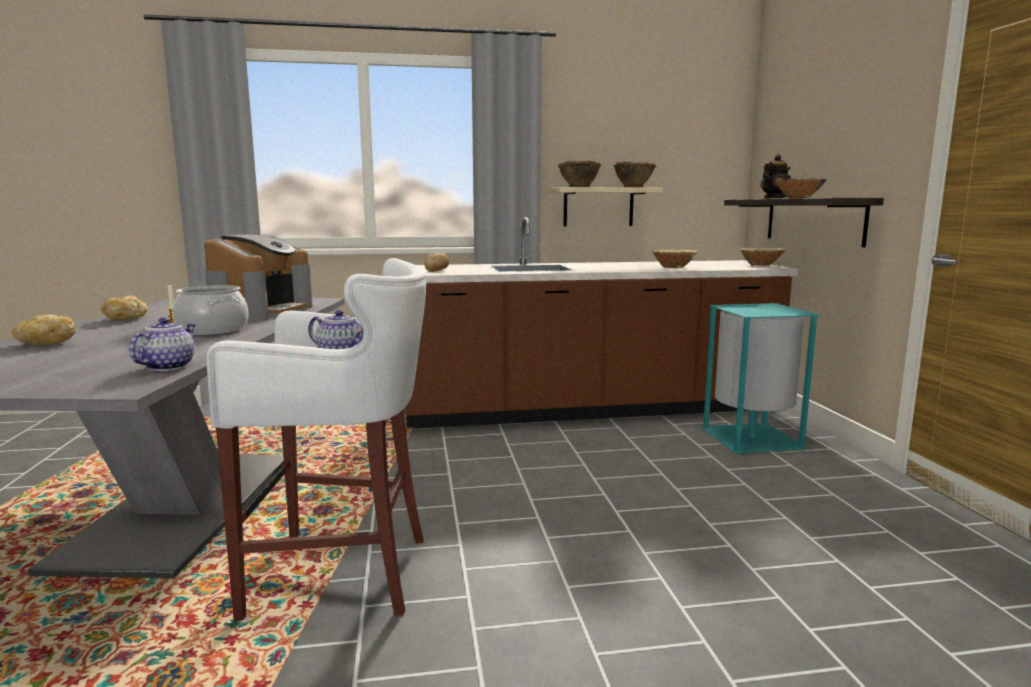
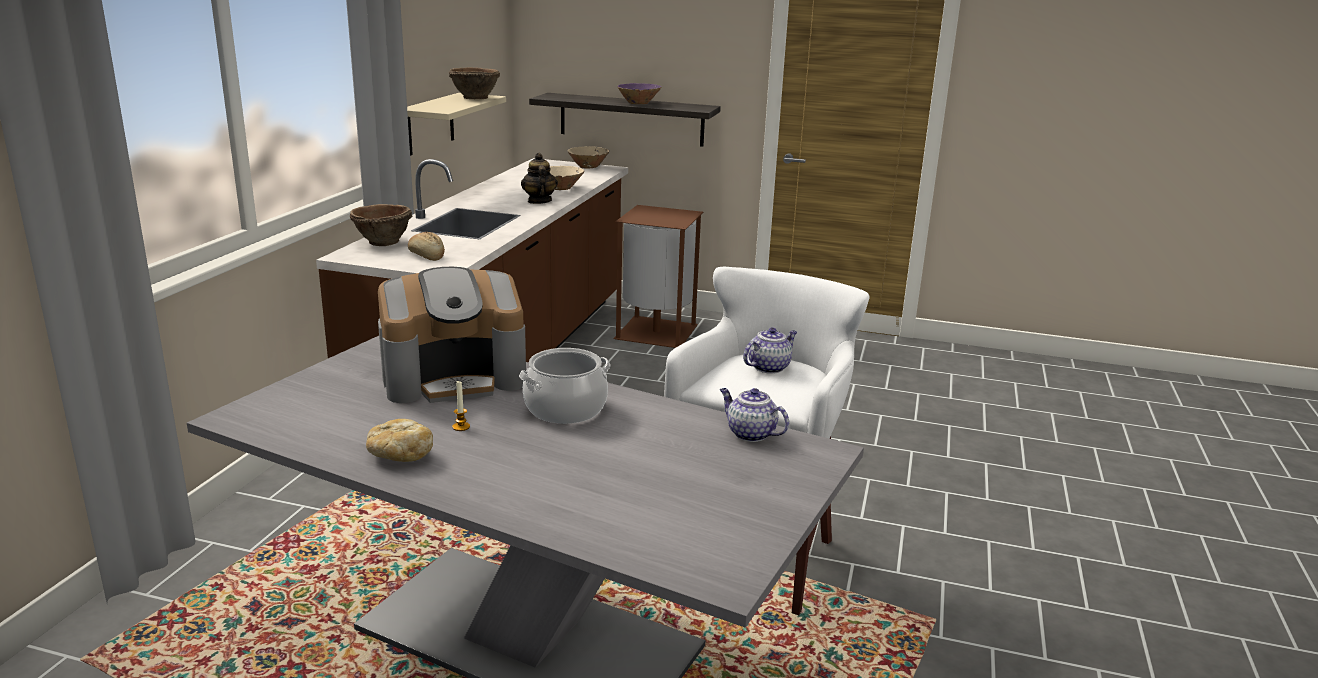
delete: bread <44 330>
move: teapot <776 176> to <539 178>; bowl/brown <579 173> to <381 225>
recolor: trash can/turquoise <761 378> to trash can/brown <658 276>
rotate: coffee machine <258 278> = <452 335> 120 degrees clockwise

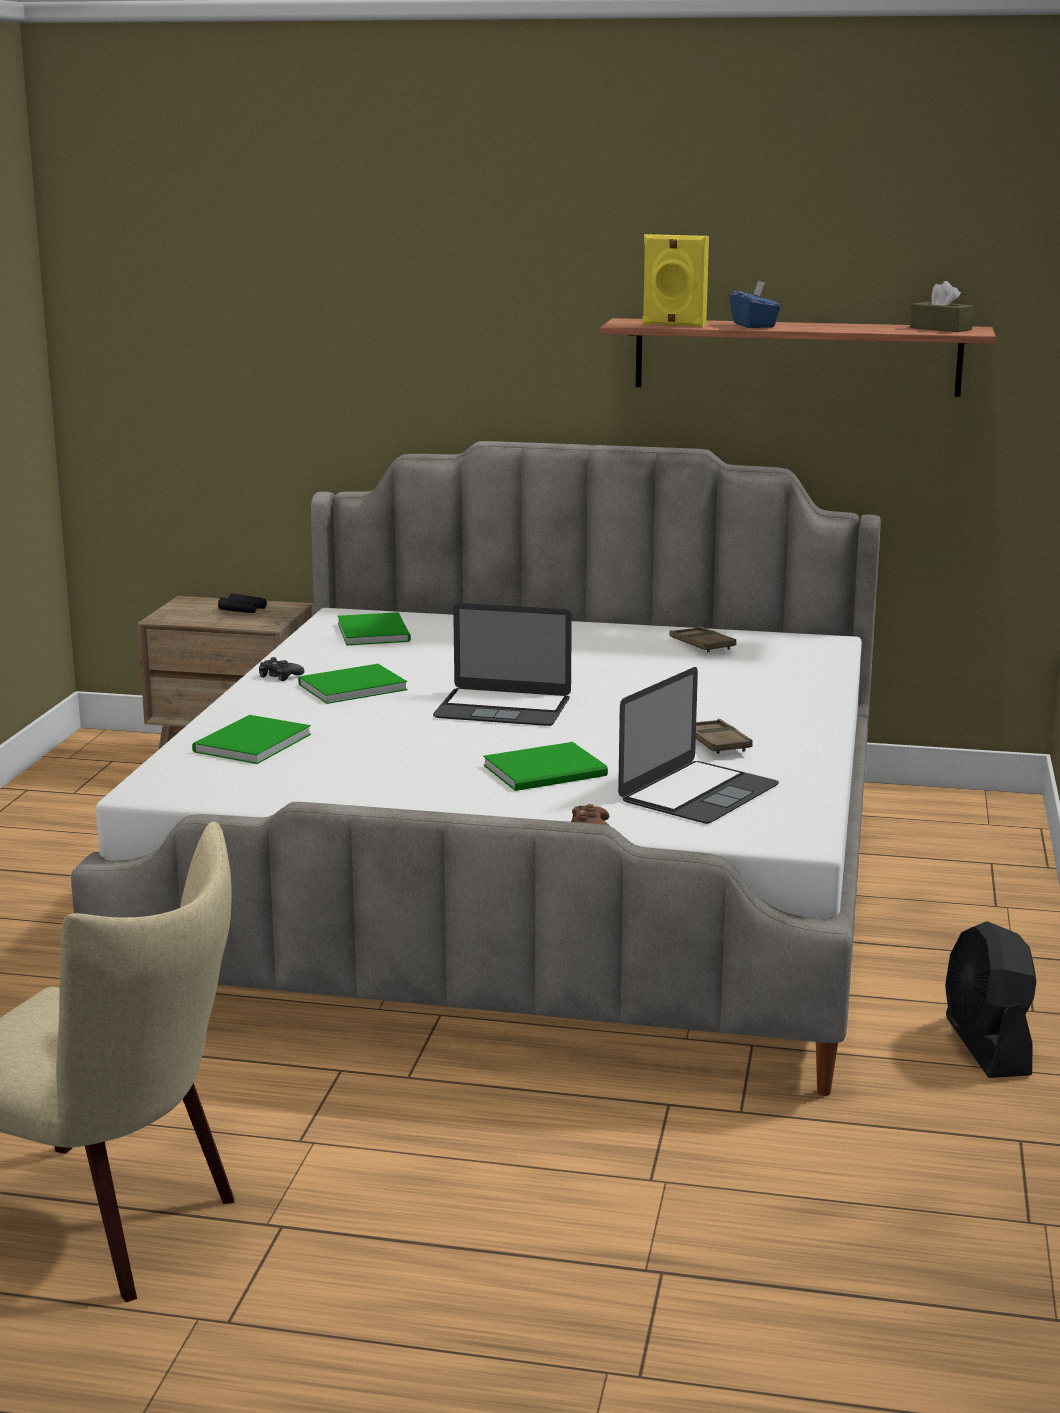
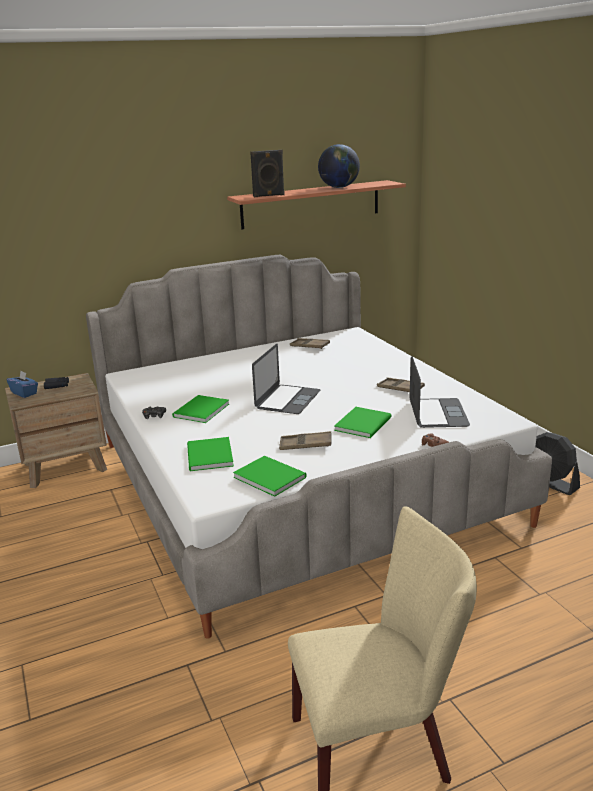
delete: tissue box/brown <942 306>
insert: globe <339 166>; tray/brown <305 440>
move: tissue box/blue <755 304> to <22 384>; book/green <374 629> to <270 476>
recolor: speaker/yellow <675 280> to speaker/black <267 173>
rotate: laptop <502 664> = <286 379> 45 degrees counterclockwise

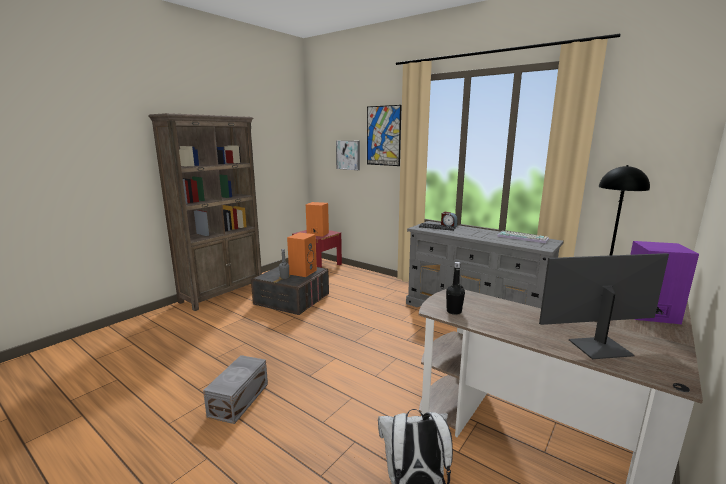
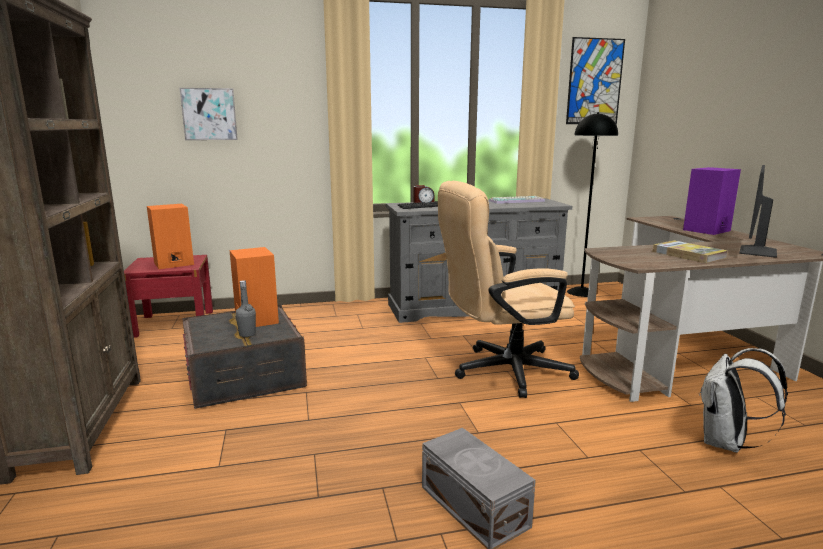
delete: bottle/black <455 288>
insert: office chair/beige <508 289>; book <690 251>
move: picture <384 135> to <595 80>

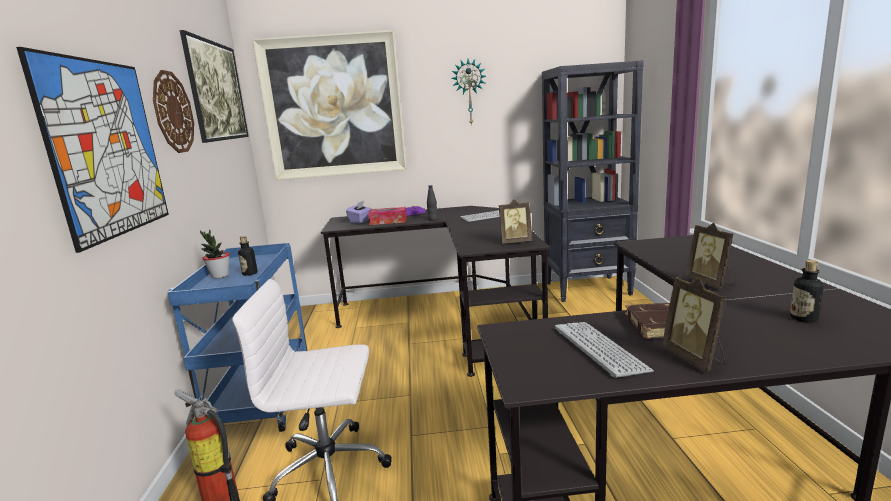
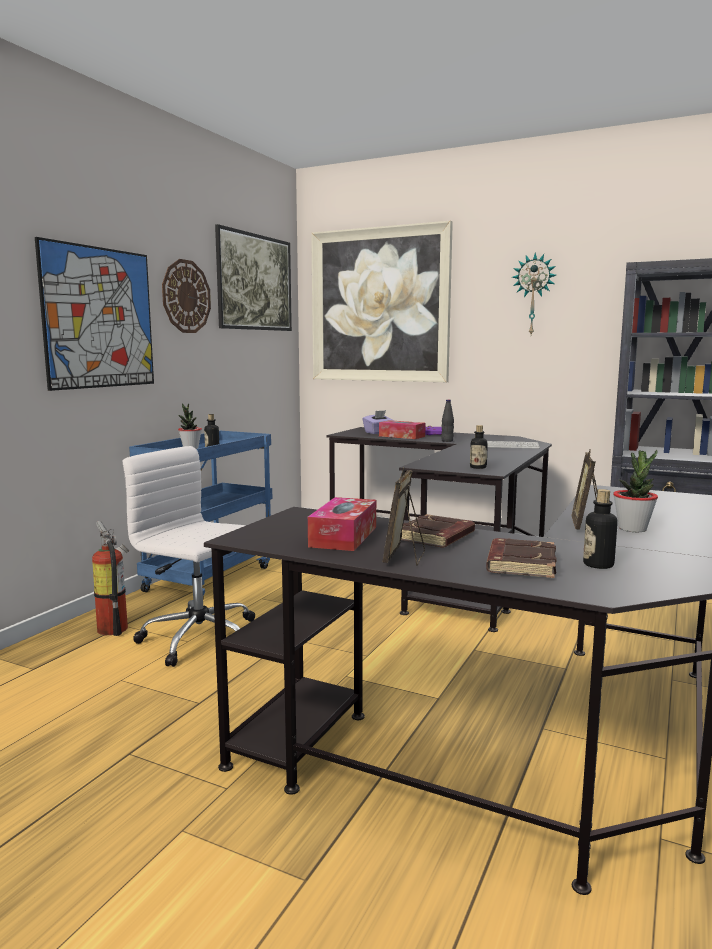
insert: potted plant <635 491>; book/brown <521 558>
replace: picture frame <515 221> to bottle <479 447>; keyboard <604 350> to tissue box <342 524>

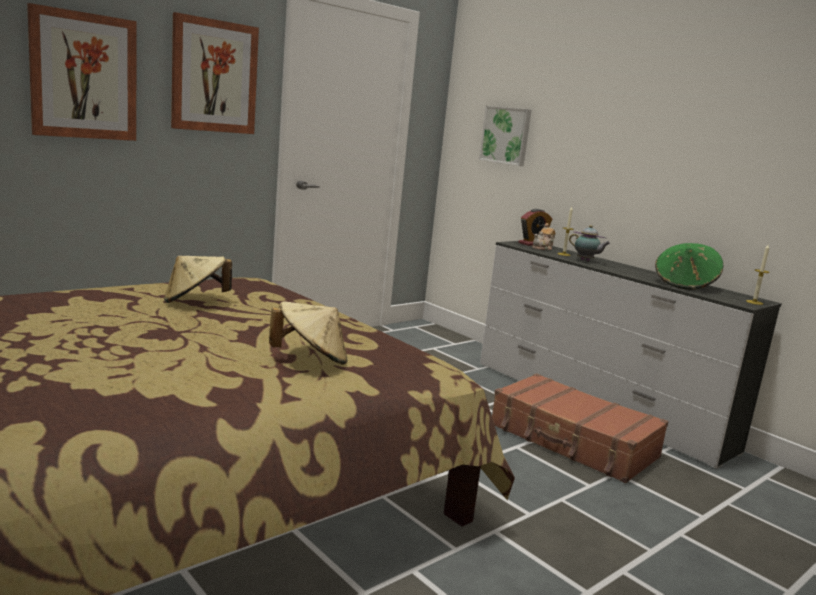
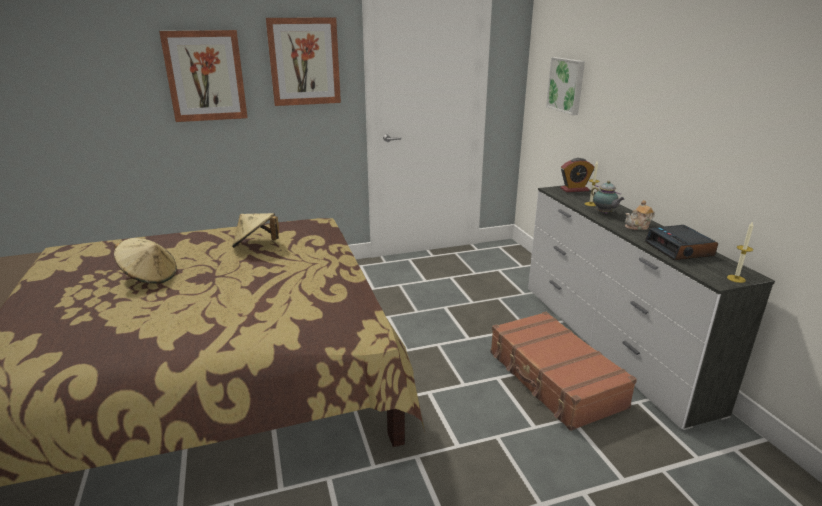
move: teapot <544 236> to <640 215>; hat/beige <308 333> to <145 261>
replace: hat/green <689 266> to alarm clock <681 242>

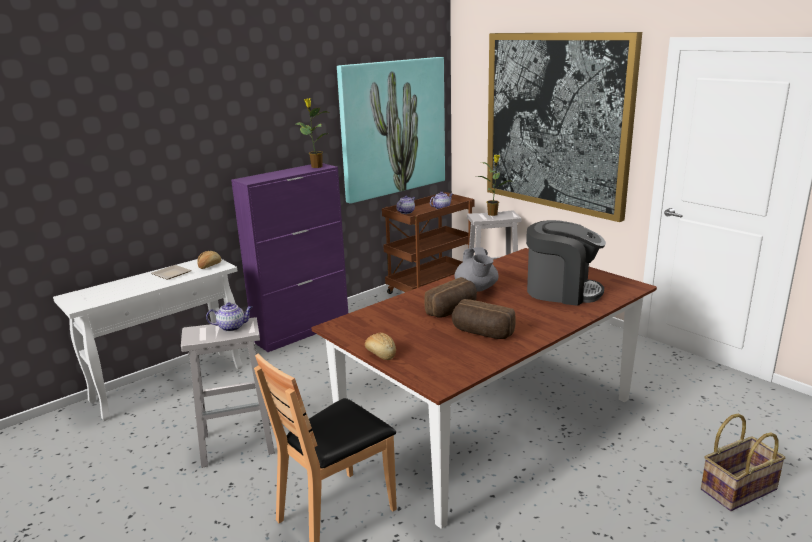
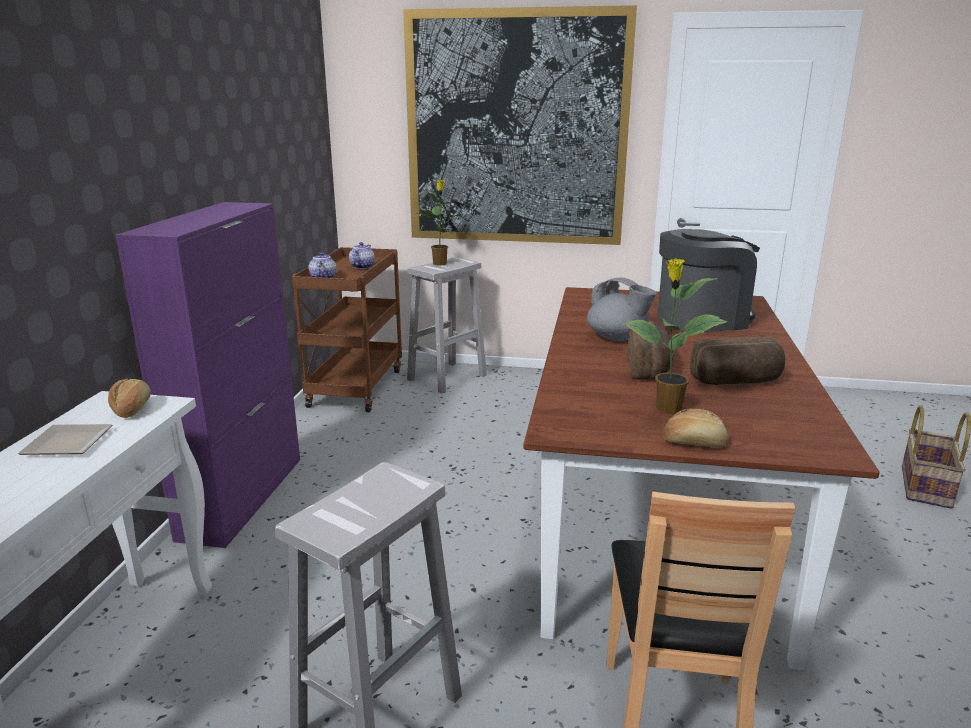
delete: picture <391 130>; teapot <229 317>
move: potted plant <313 133> to <674 336>

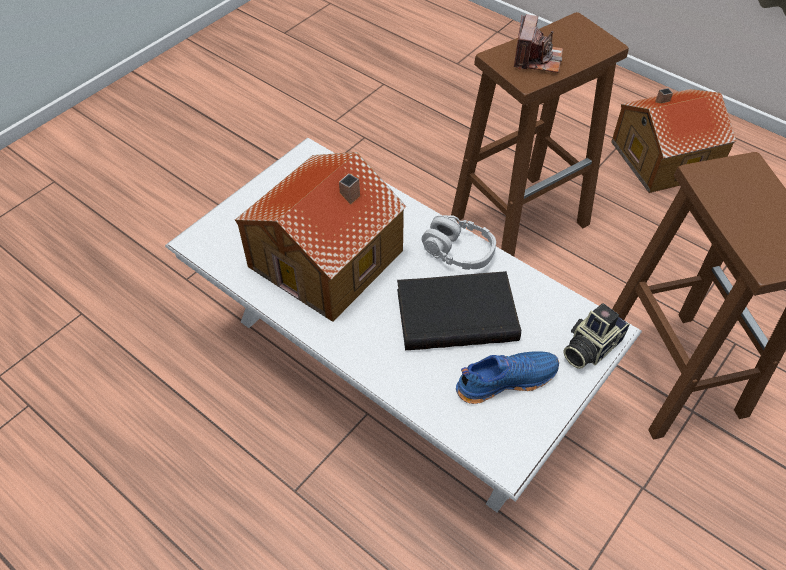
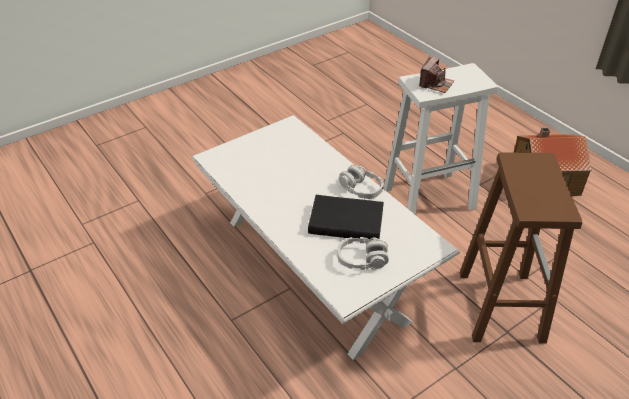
delete: toy house <321 237>; photo camera <596 336>
replace: shoe/blue <507 377> to headphones/grey <363 253>
recolor: stool/brown <540 134> to stool/white <441 139>

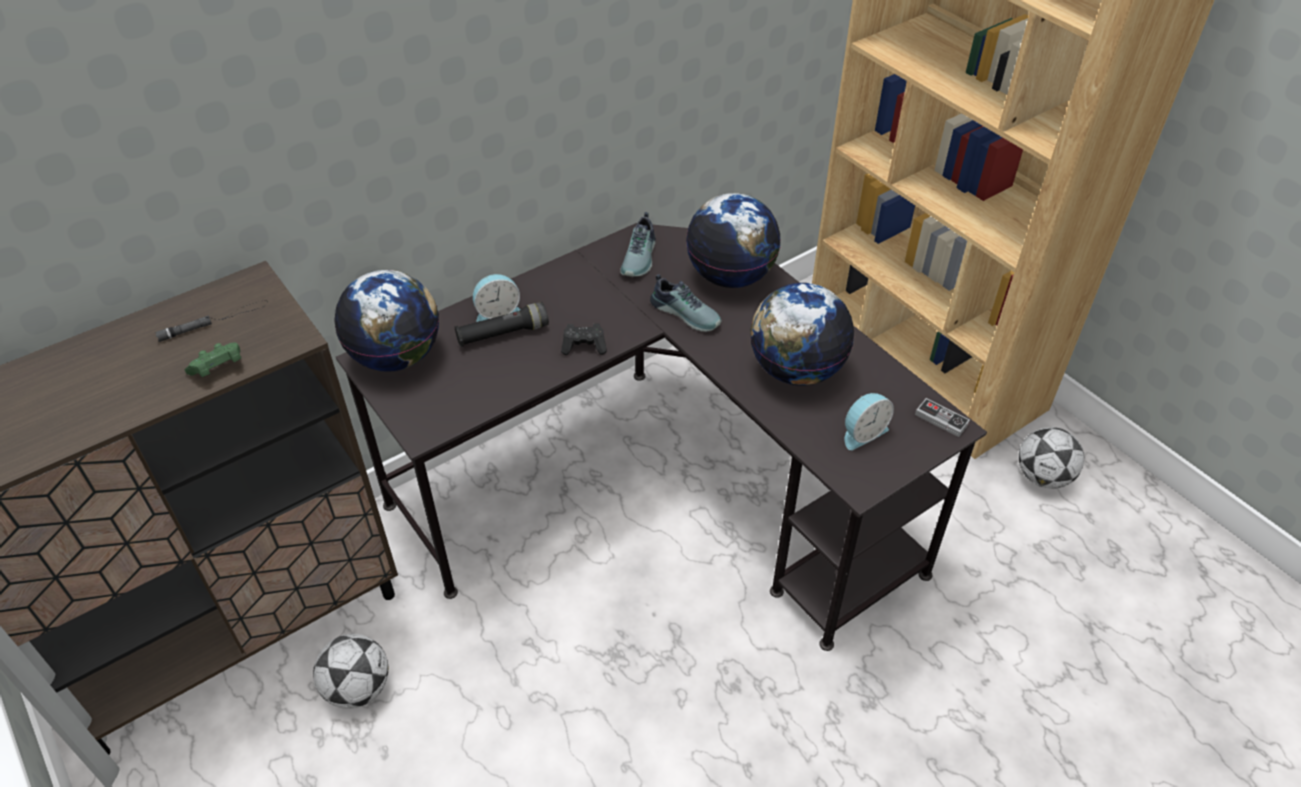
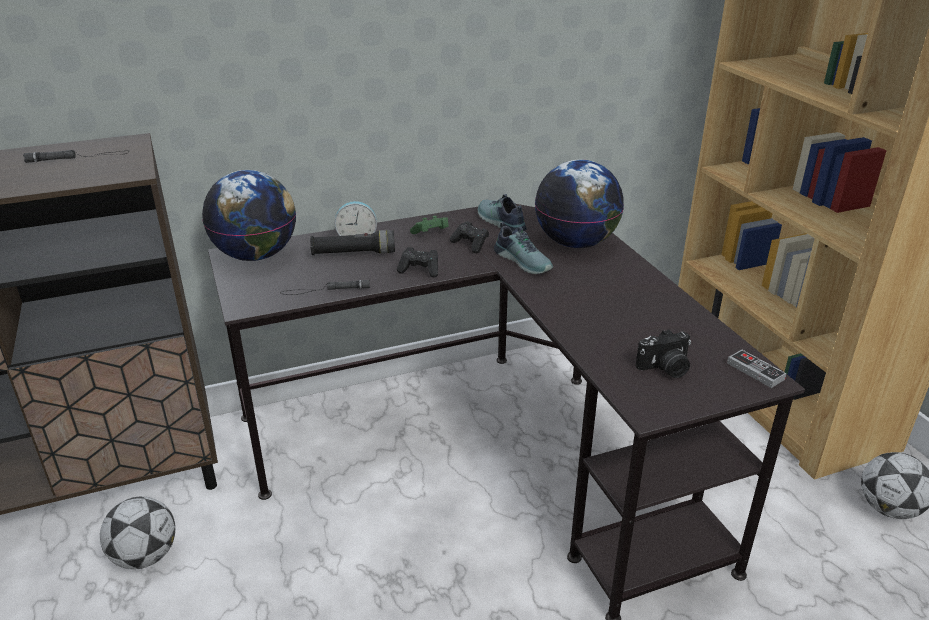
delete: globe <802 334>
insert: game controller/black <469 237>; flashlight/black <325 287>
move: game controller/green <213 360> to <429 225>
replace: alarm clock <869 421> to photo camera <663 353>
rotate: shoe <638 244> = <502 212> 120 degrees clockwise

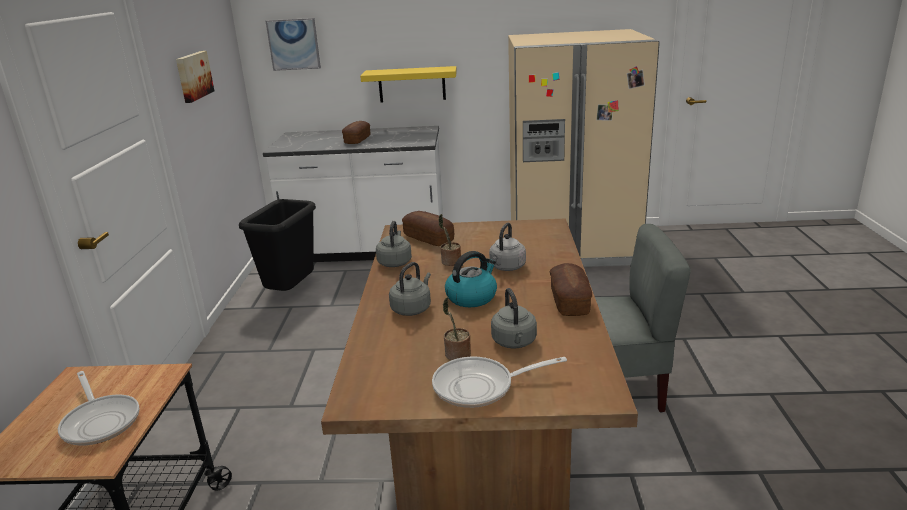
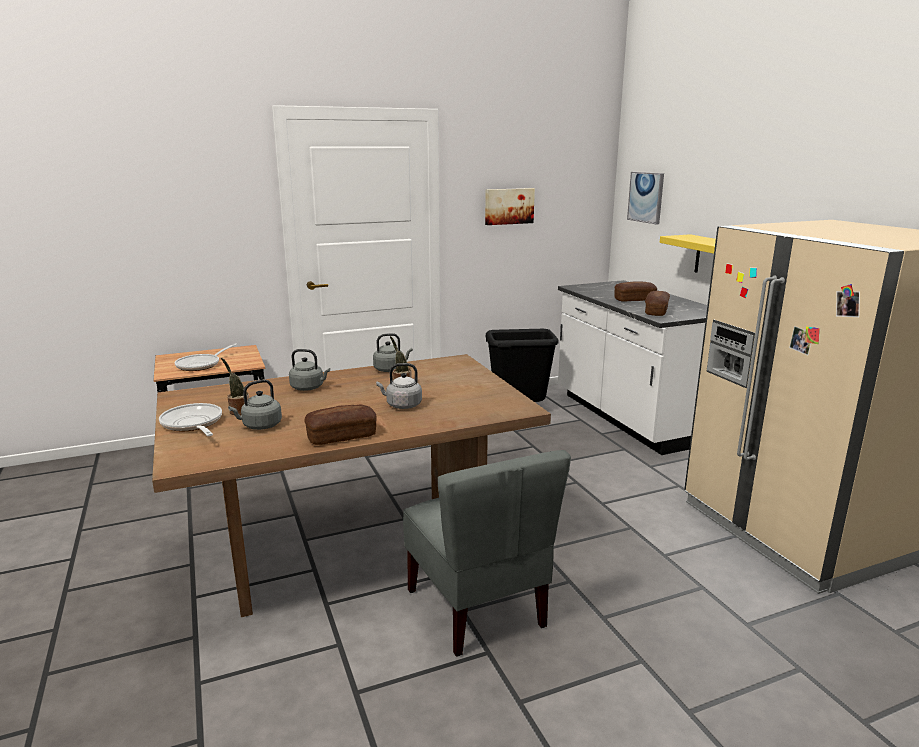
delete: kettle <471 279>
move: bread <428 228> to <657 303>

